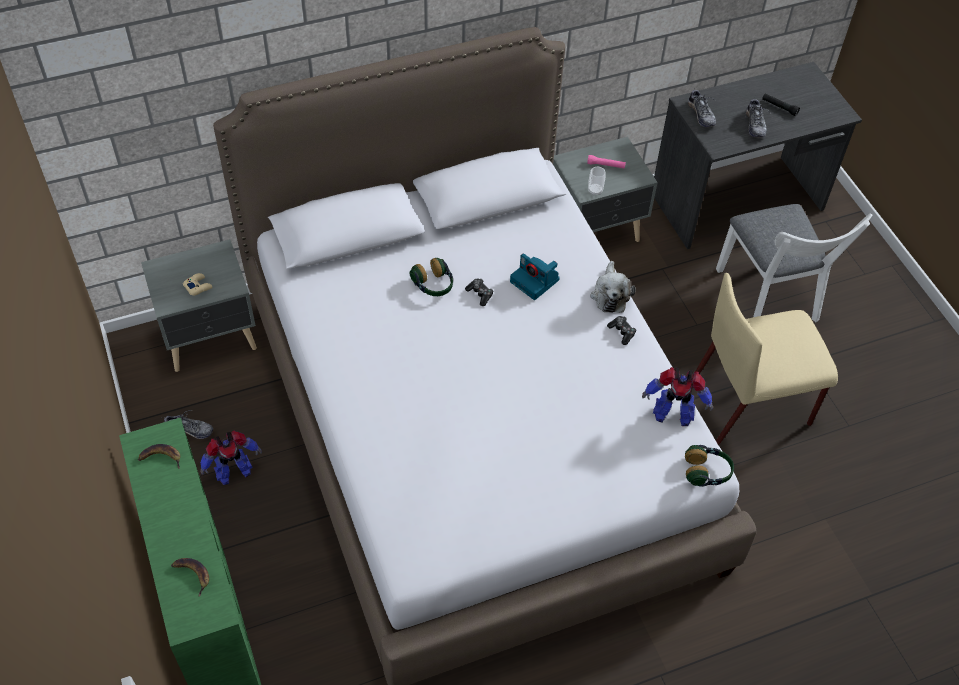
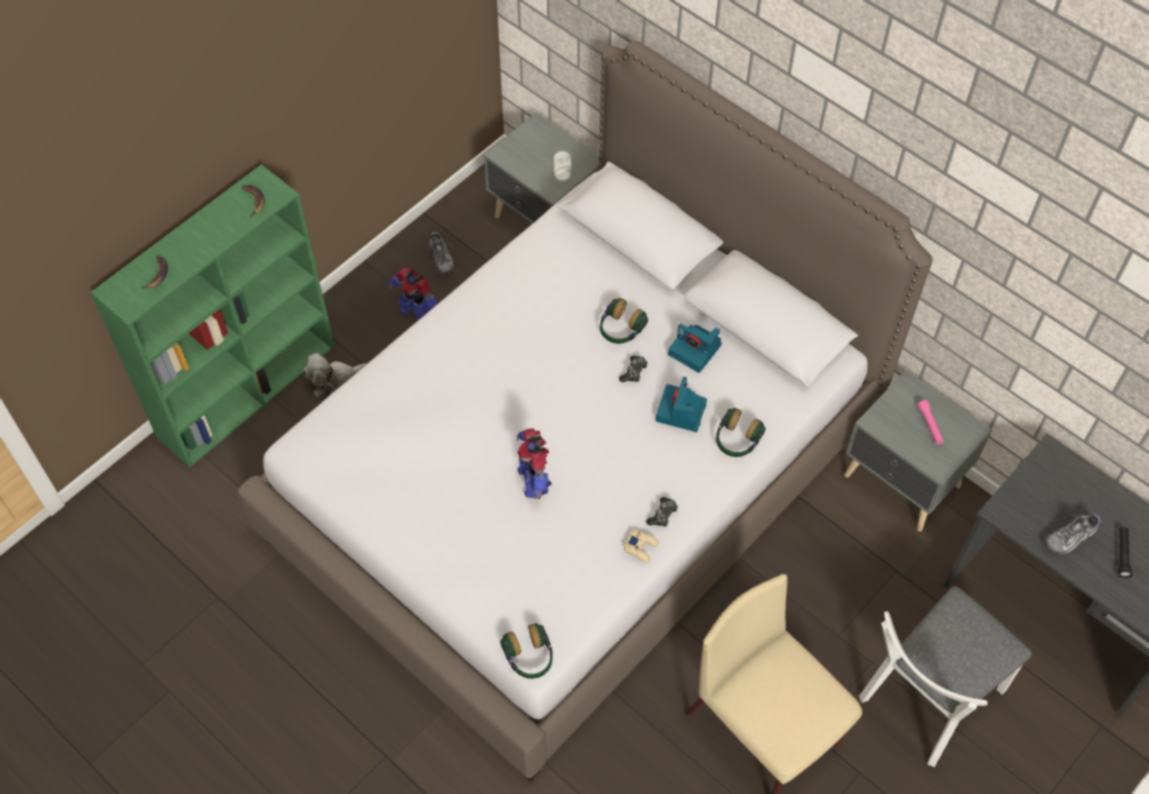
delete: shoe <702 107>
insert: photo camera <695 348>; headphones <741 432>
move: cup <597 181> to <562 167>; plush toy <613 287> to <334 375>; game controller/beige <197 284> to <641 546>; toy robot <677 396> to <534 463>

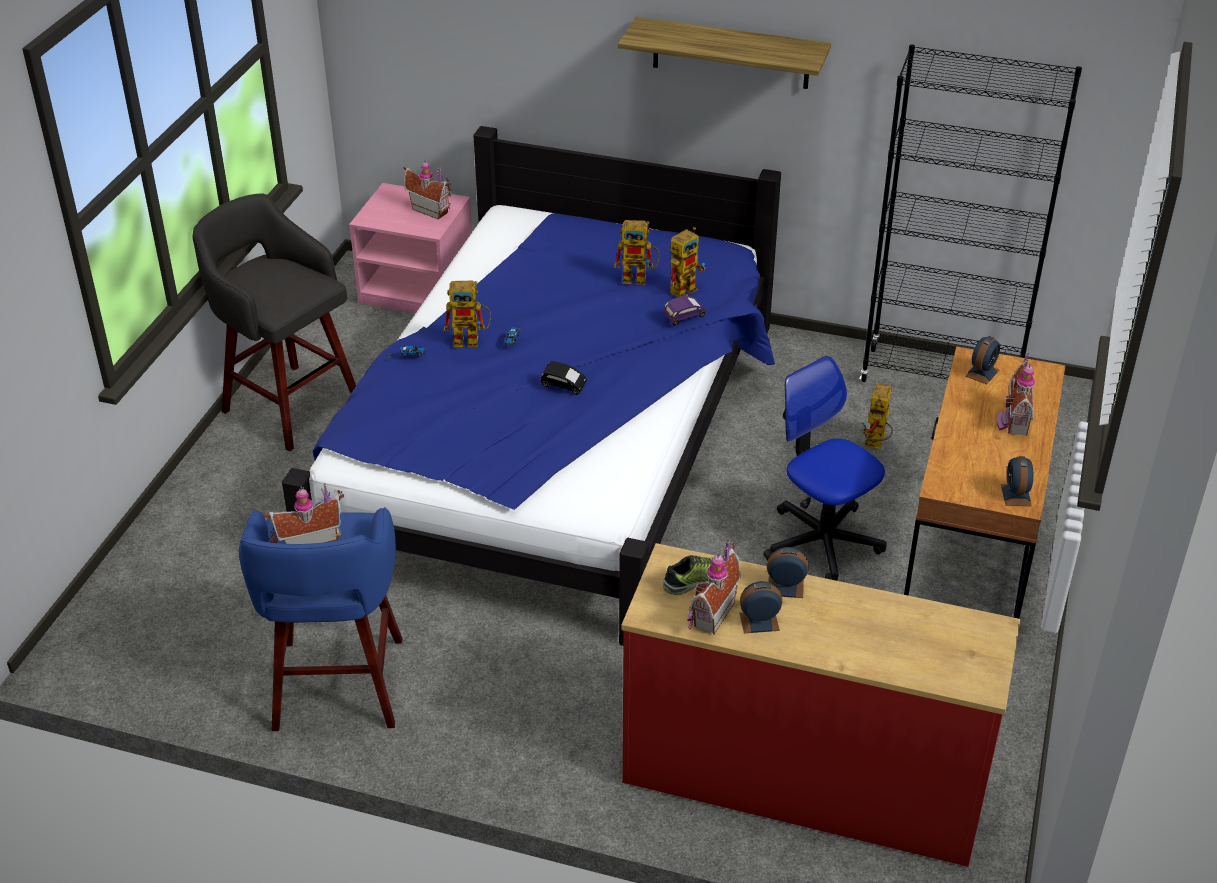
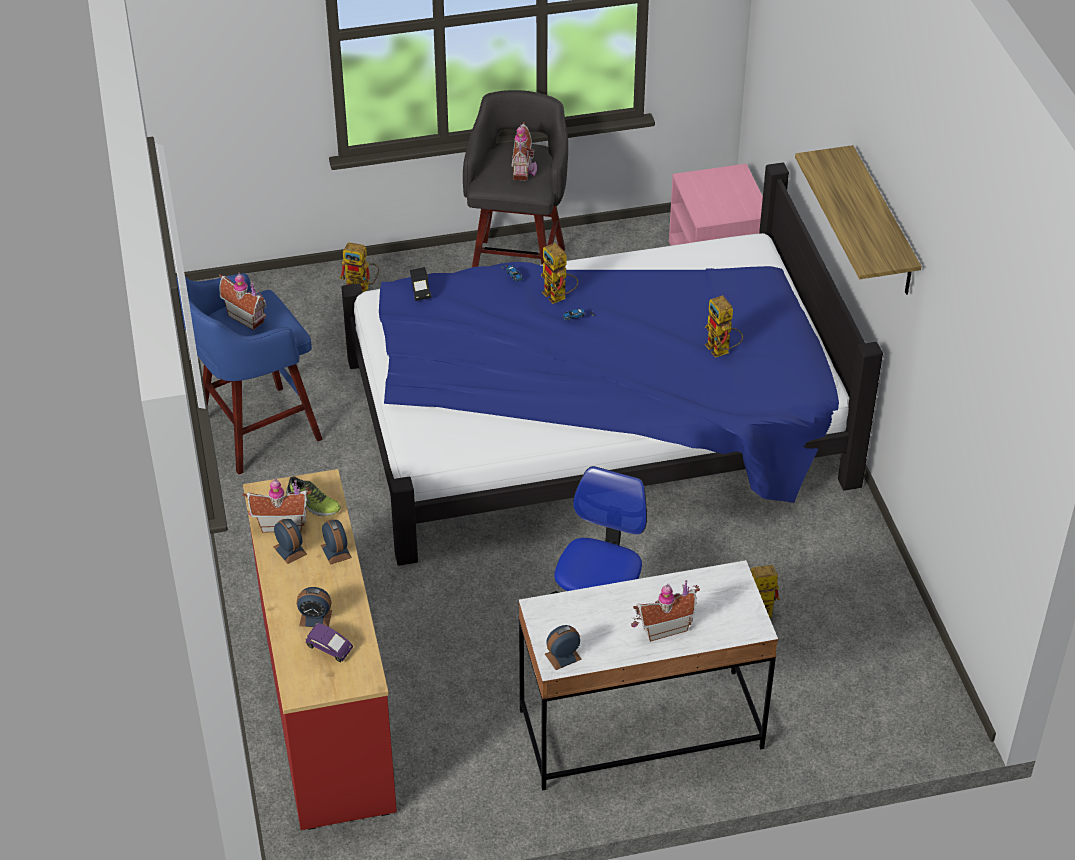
delete: bookcase/black <971 213>
move: toy house <427 190> to <524 151>; toy robot <688 262> to <359 267>; toy car/purple <684 311> to <329 642>; alarm clock <982 360> to <314 607>; toy car/black <564 378> to <420 284>
recolor: desk/brown <985 482> to desk/white <648 675>

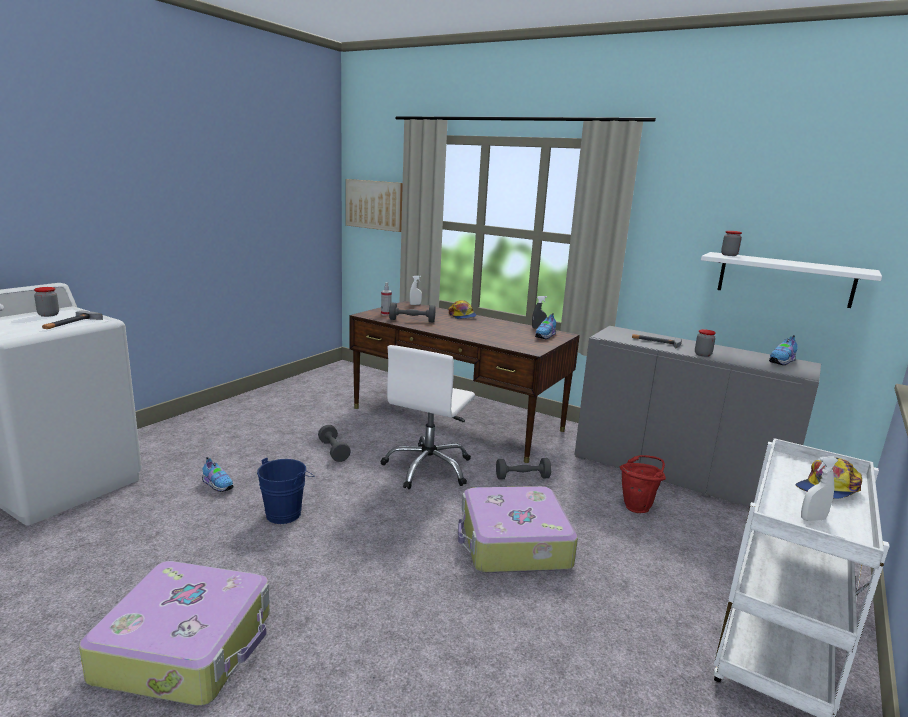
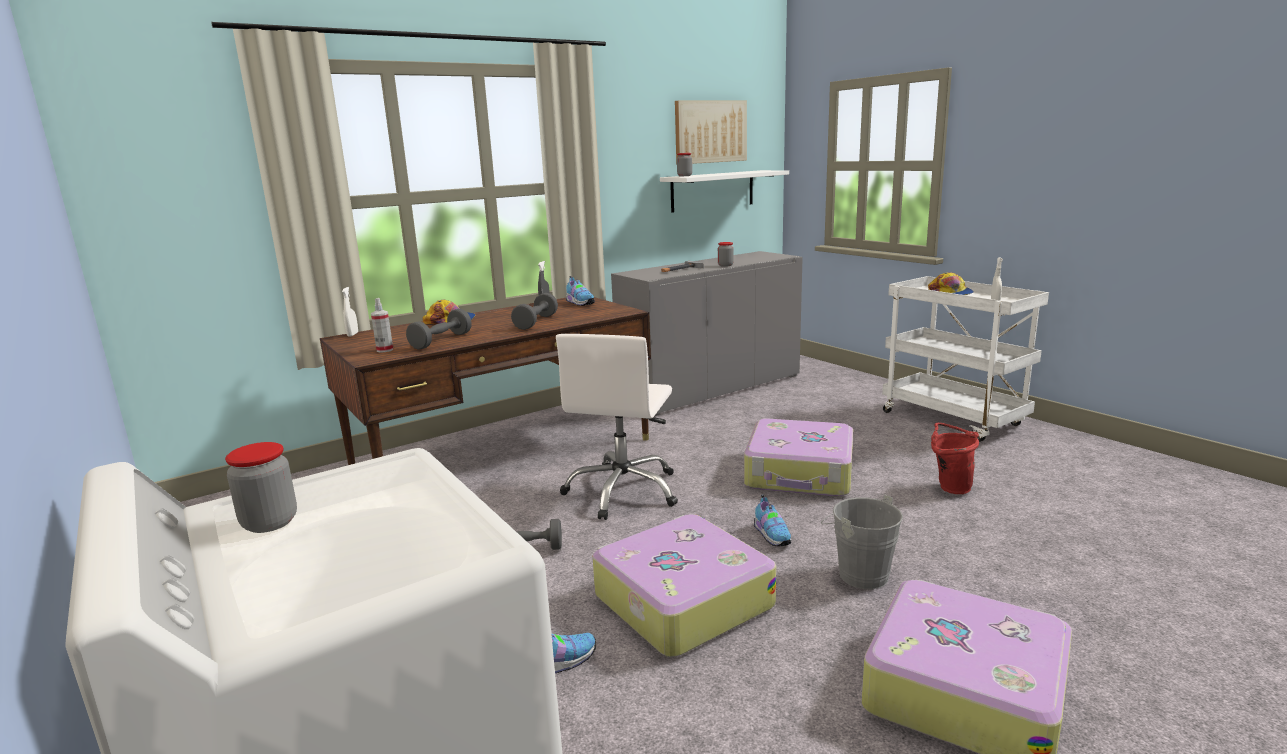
delete: hammer <72 319>
insert: bucket/grey <862 541>
move: picture <374 205> to <711 132>; shoe <783 350> to <772 520>; bucket/red <643 484> to <955 458>; dumbbell/grey <523 468> to <534 311>
replace: bucket/blue <286 491> to suitcase <684 585>
rotate: office chair/white <428 417> = <617 427> 60 degrees clockwise

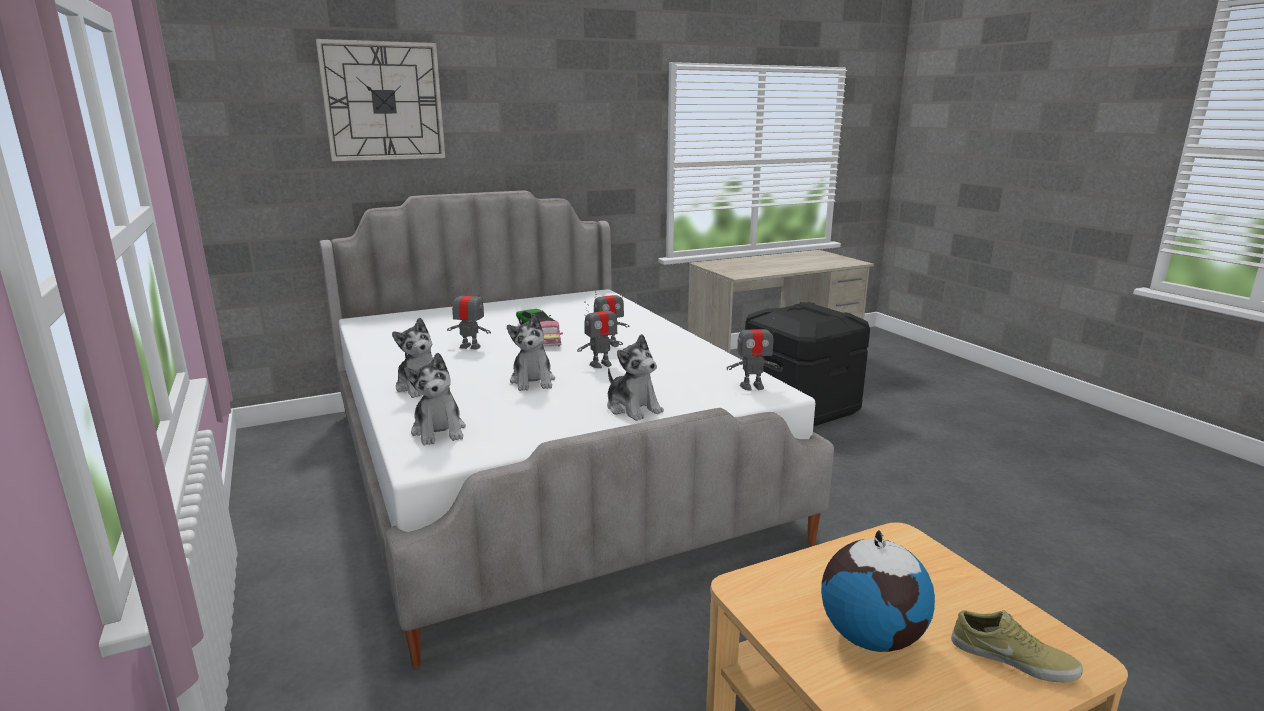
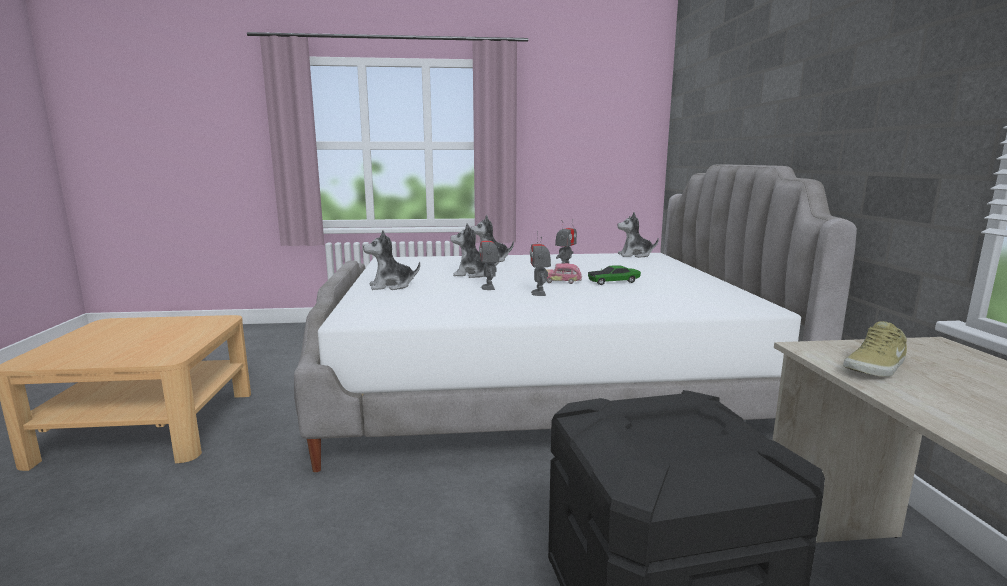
delete: wall clock <380 100>; toy robot <753 354>; globe <878 591>
move: plush toy <435 399> to <638 235>; shoe/beige <1017 646> to <875 349>

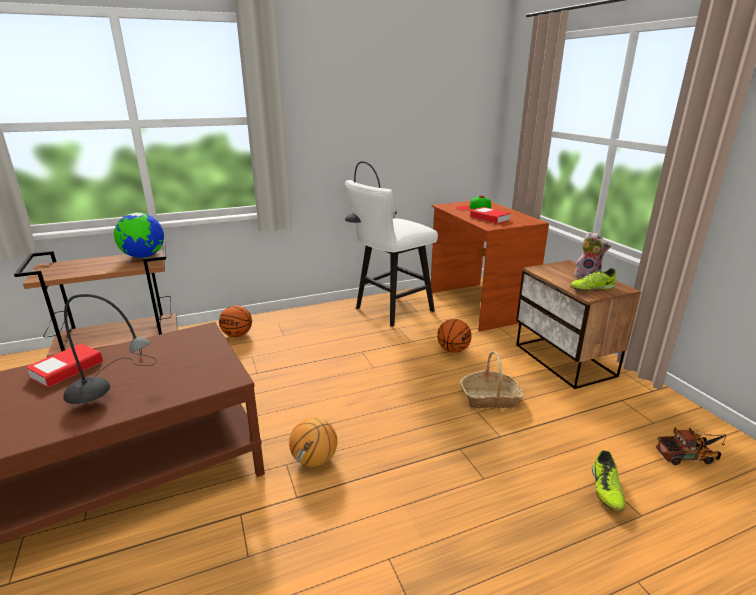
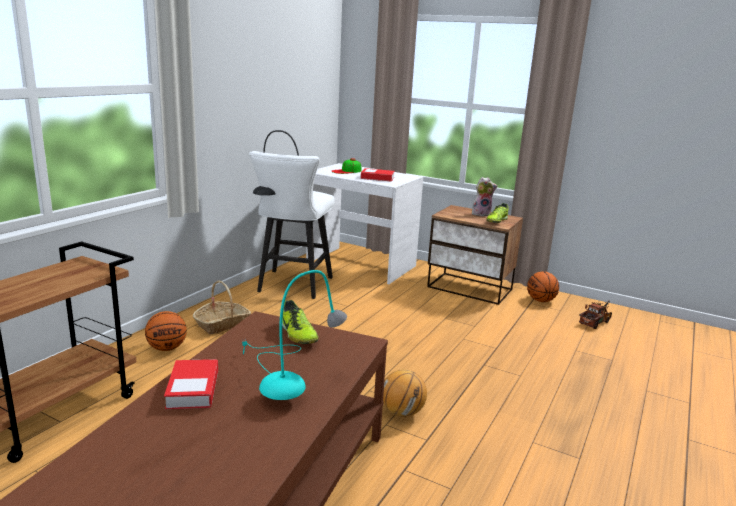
delete: globe <139 235>
move: basketball <454 336> to <543 286>; basket <492 379> to <222 307>; shoe <609 480> to <300 322>
recolor: desk/brown <490 266> to desk/white <364 223>; table lamp/grey <110 349> to table lamp/turquoise <294 335>

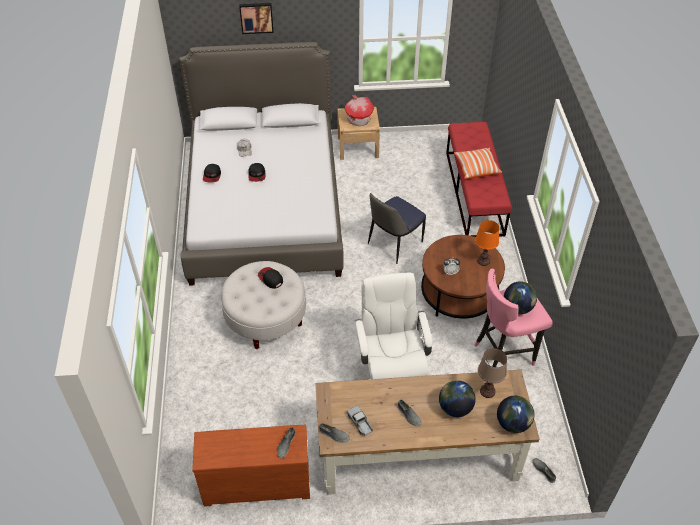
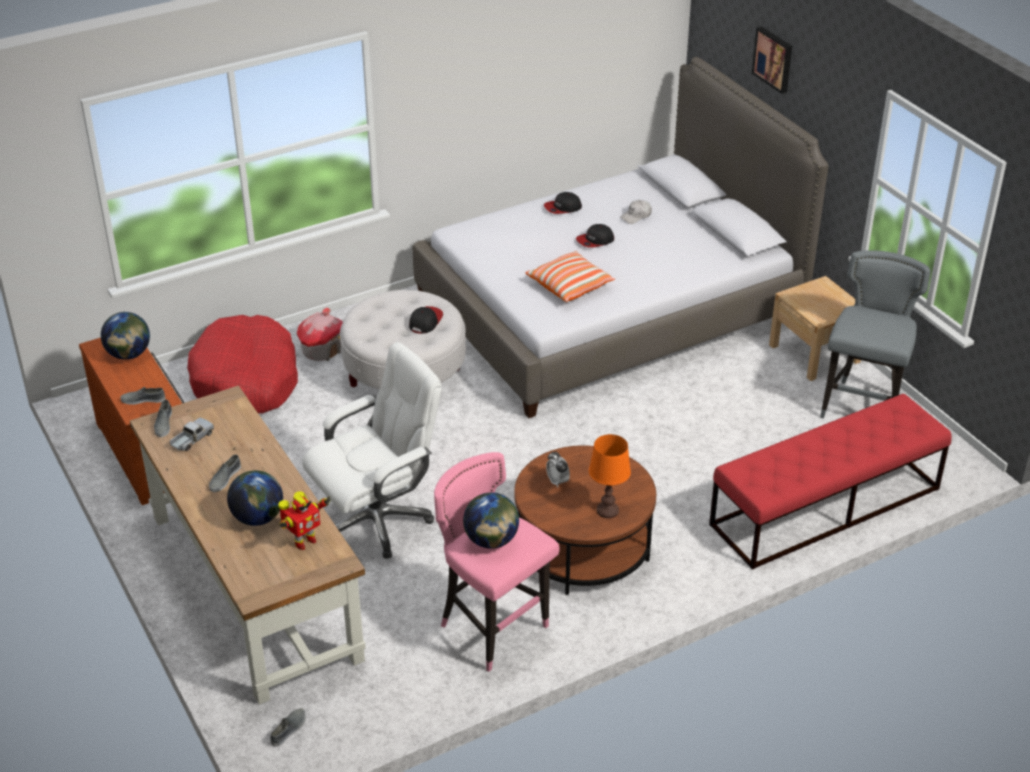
delete: chair <397 228>
insert: stool/grey <875 334>; dog bed/red <242 364>
move: toy house <359 110> to <320 334>; pillow <478 163> to <570 276>; globe <515 414> to <125 336>
replace: table lamp/brown <492 373> to toy robot <304 520>

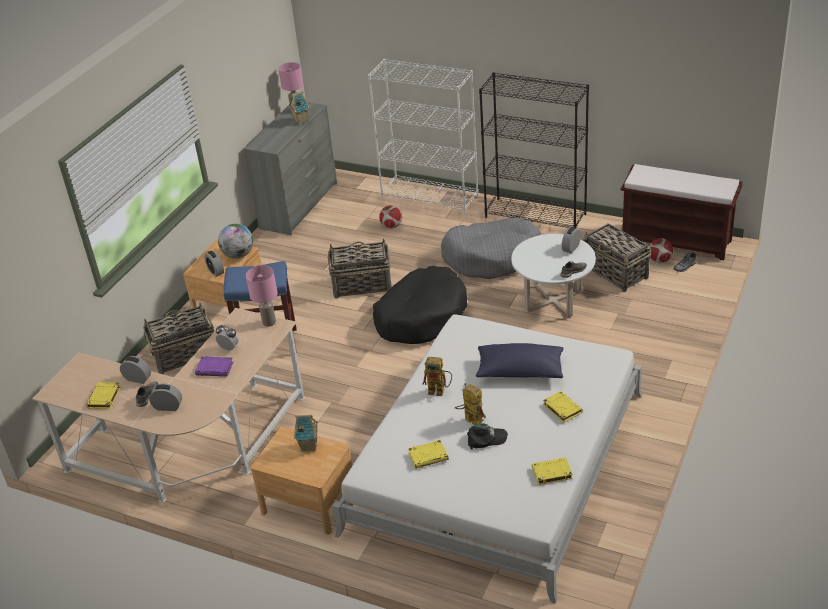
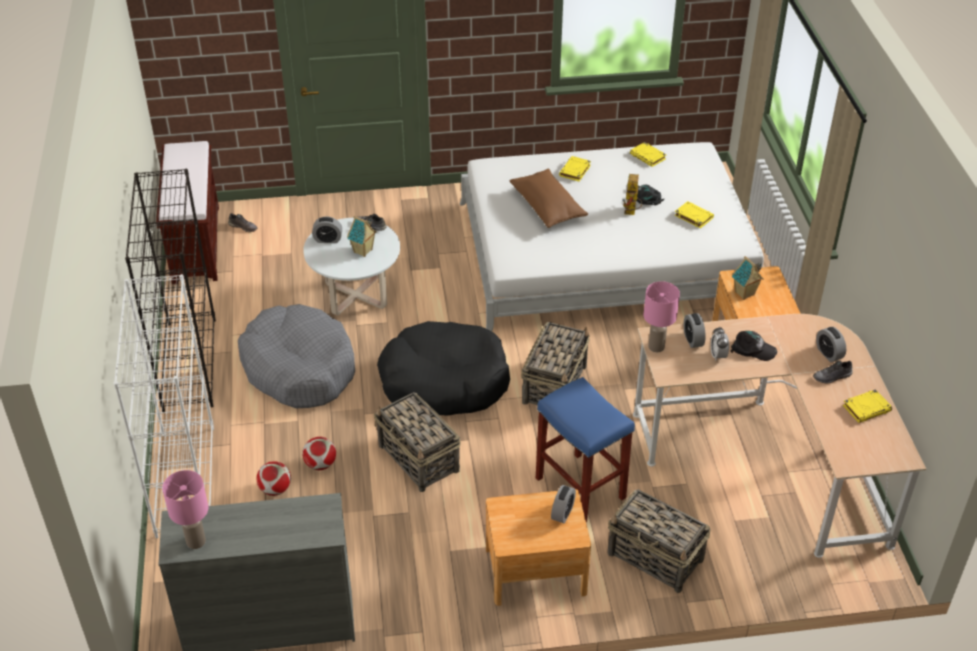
delete: globe <235 241>; toy robot <437 376>
move: toy house <299 108> to <362 236>; basket <616 257> to <555 363>; football <661 250> to <319 453>; alarm clock <135 370> to <695 330>
replace: book/purple <214 366> to cap/black <754 346>
recolor: pillow/blue <520 360> to pillow/brown <549 198>

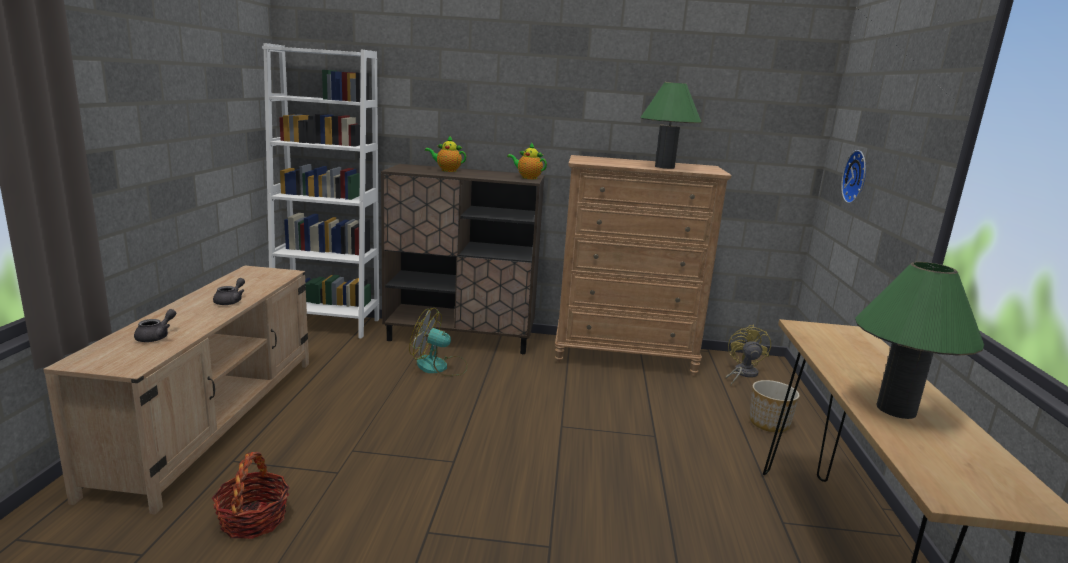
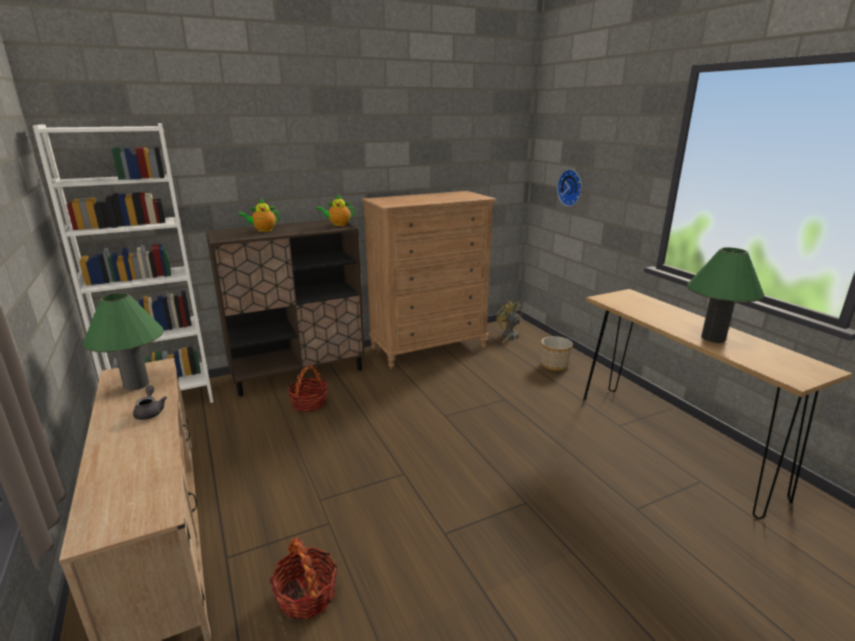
delete: teapot/grey <155 325>
move: table lamp/green <670 125> to <123 342>
replace: fan <438 342> to basket <308 388>

